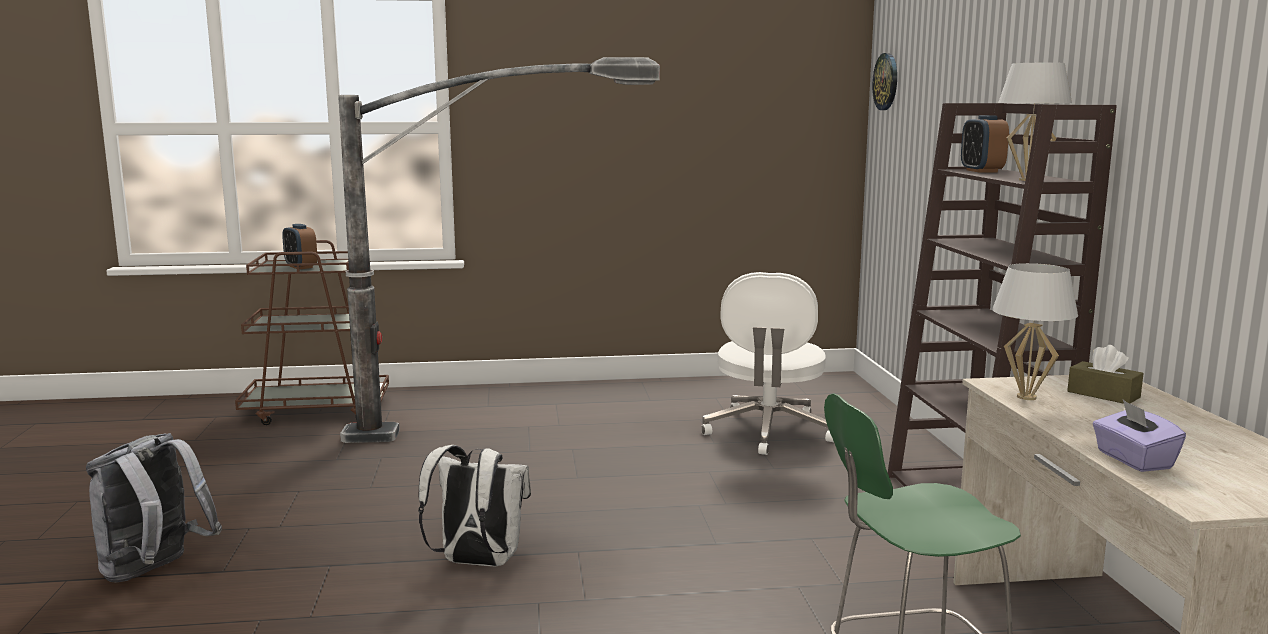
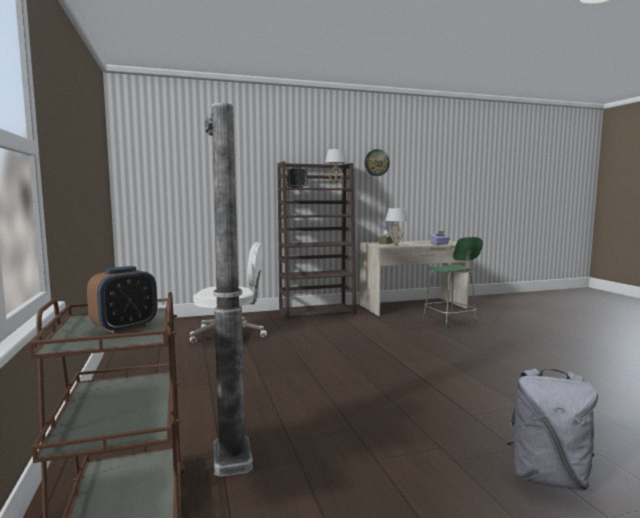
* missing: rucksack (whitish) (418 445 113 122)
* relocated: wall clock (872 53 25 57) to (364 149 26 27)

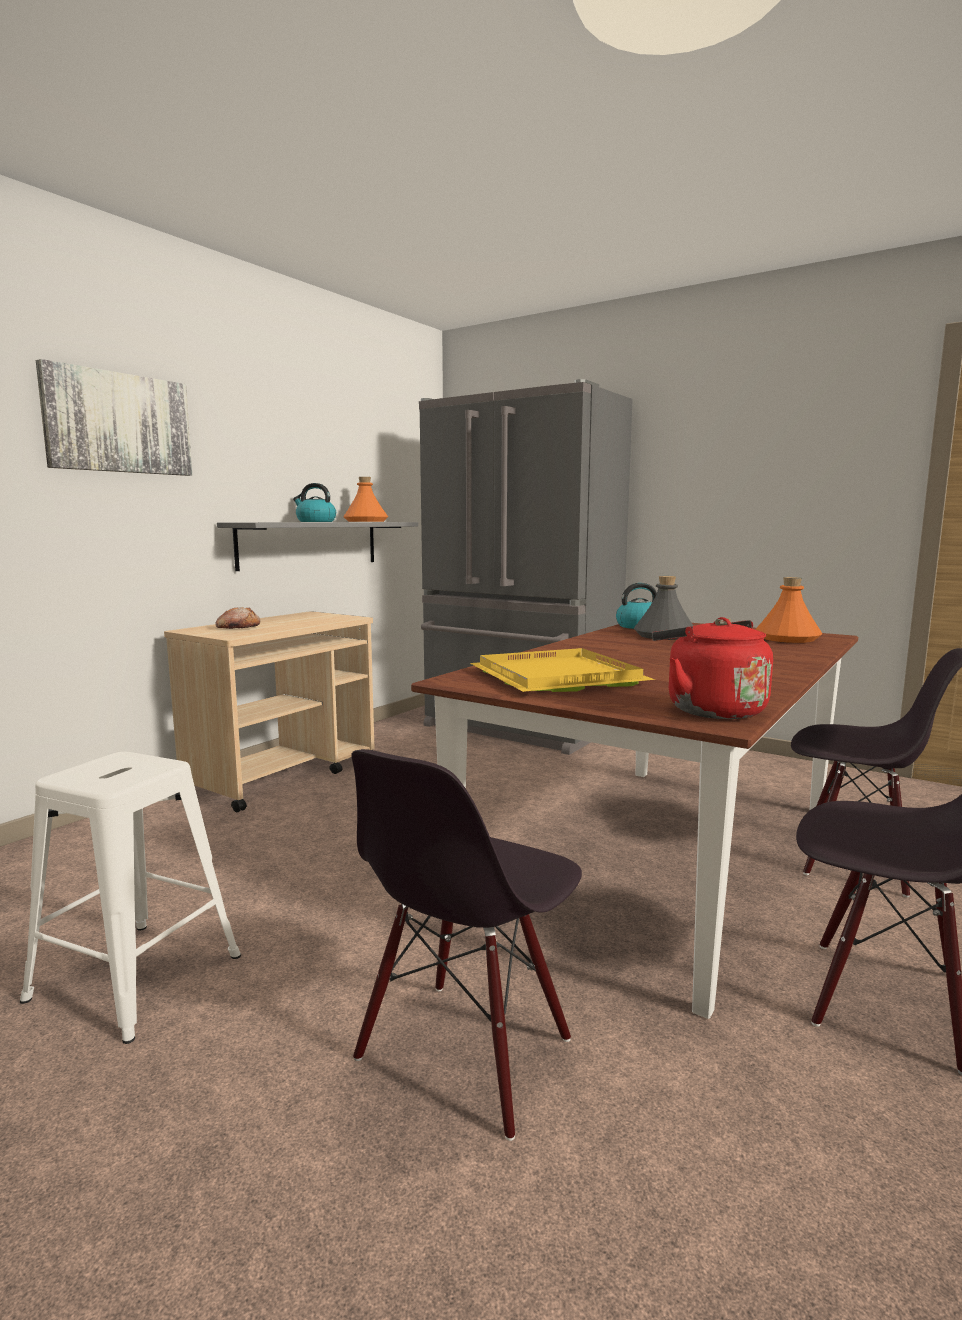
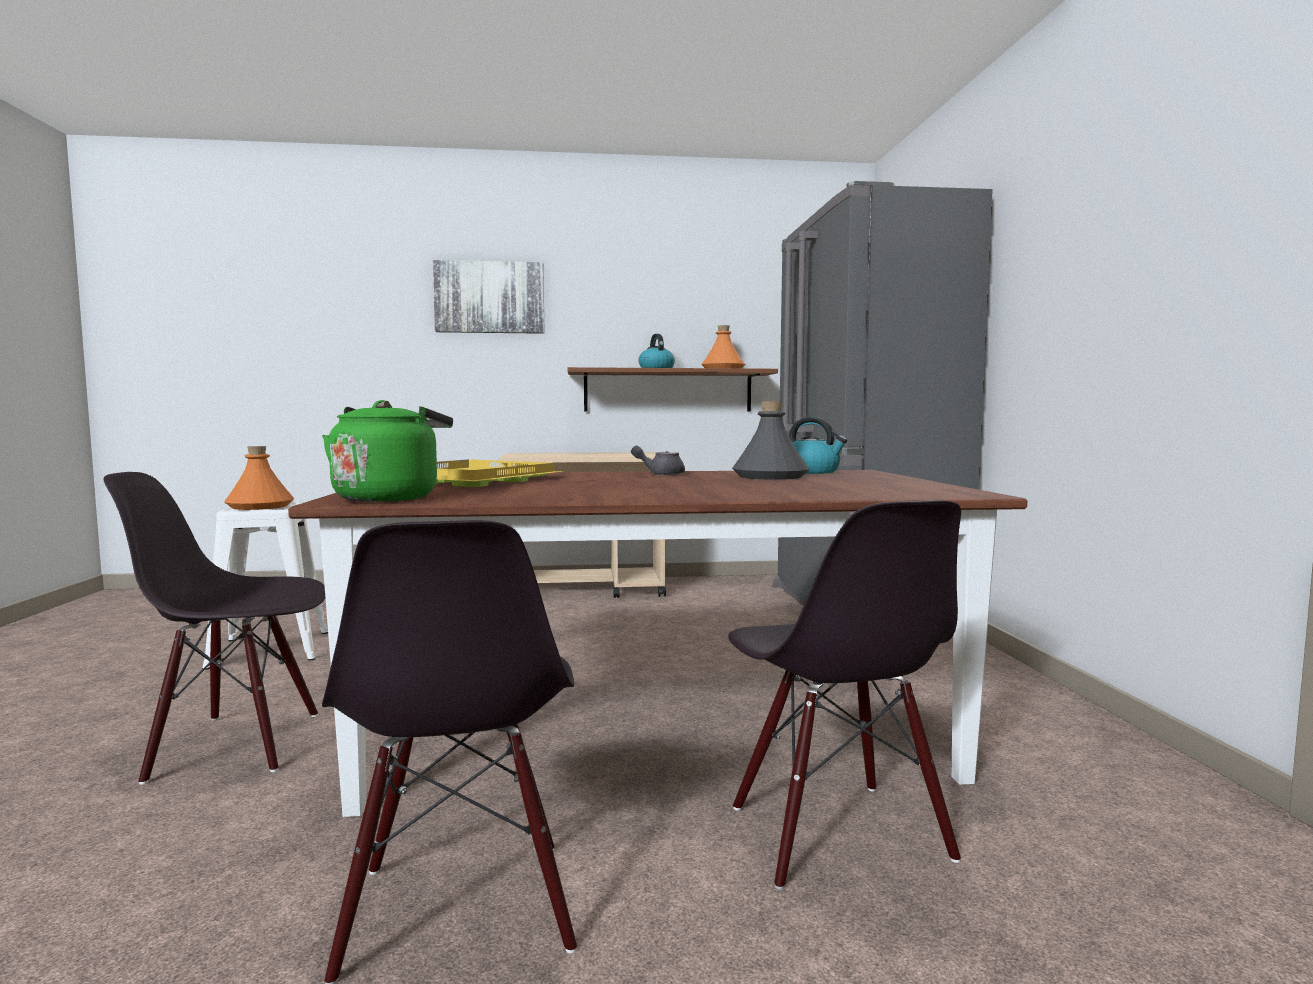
* missing: bread (215 607 45 22)
* appeared: teapot (greyish) (631 446 54 30)
* relocated: drink bottle (orangey) (755 577 68 66) to (224 446 70 64)
* colour: shelf (greyish) (217 522 201 49) to shelf (brown) (567 367 211 45)
* colour: kettle (reddish) (652 617 121 102) to kettle (green-coloured) (322 400 131 102)

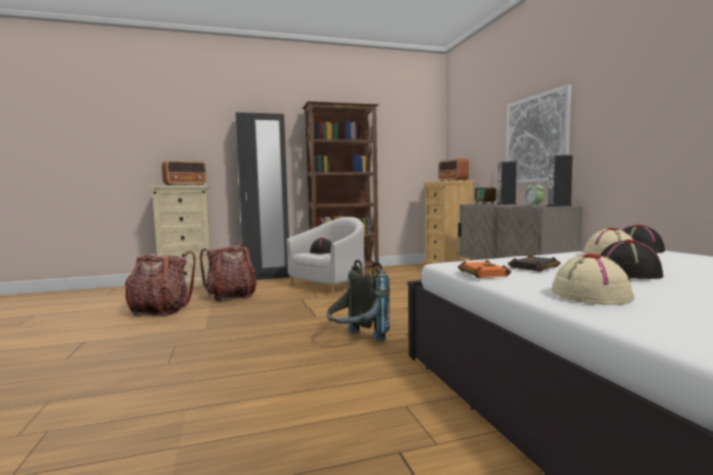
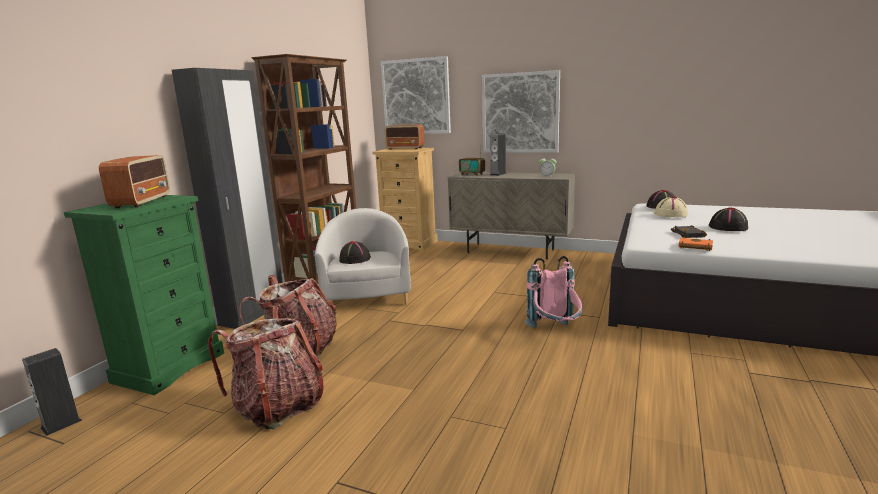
* missing: wearable hat (beige-coloured) (552 254 83 51)
* appeared: picture (381 56 70 78)
* relocated: loudspeaker (547 155 26 52) to (22 348 60 88)
* colour: dresser (beige-coloured) (149 185 63 103) to dresser (green-coloured) (64 195 160 200)
* colour: rucksack (greyish) (327 260 63 82) to rucksack (pink-coloured) (524 256 59 72)

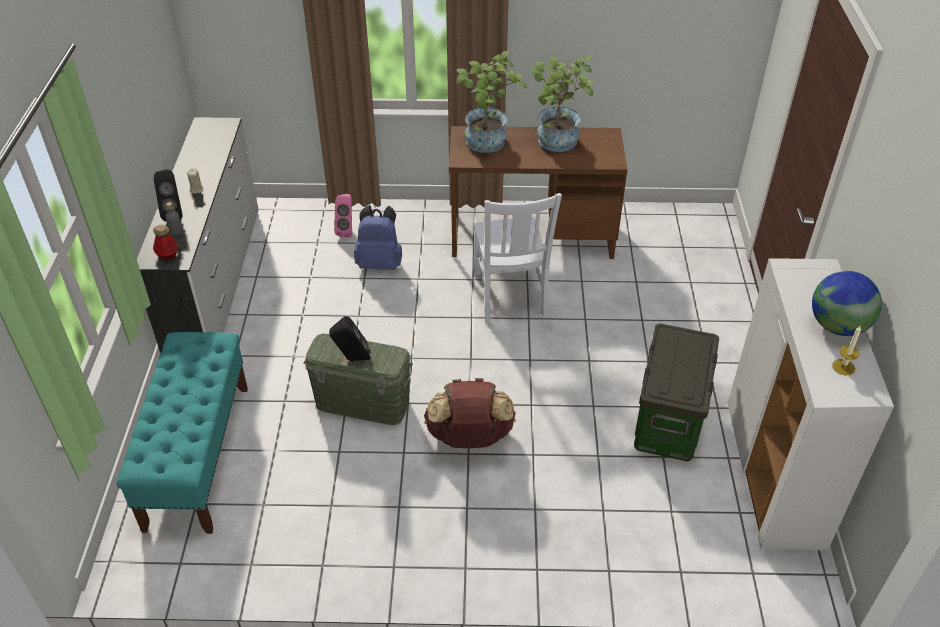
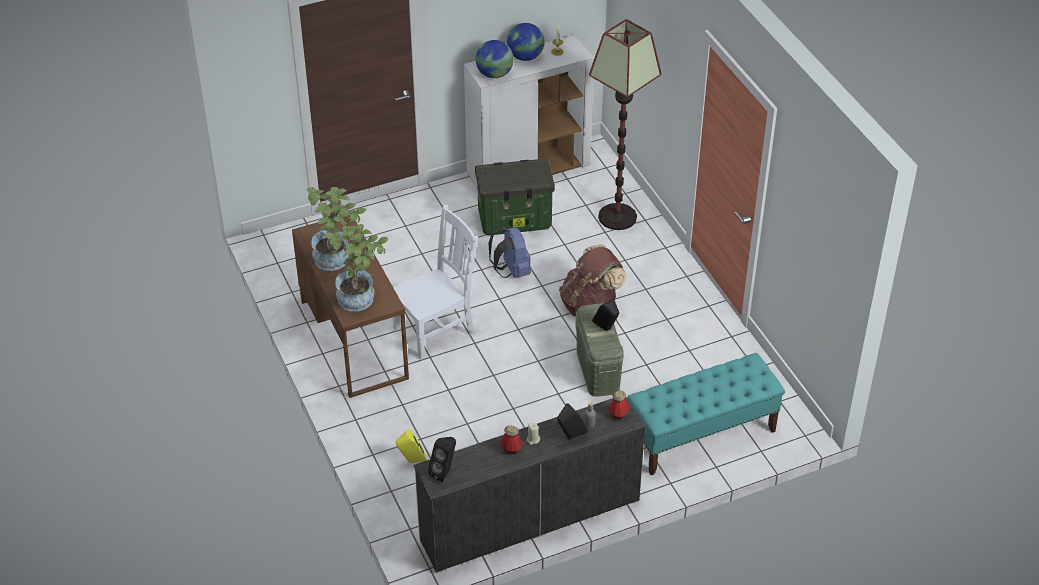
* appeared: loudspeaker (black-coloured) (428 437 28 45)
* appeared: desk globe (476 40 38 38)
* appeared: drink bottle (500 426 23 28)
* appeared: standing lamp (589 19 73 211)
* relocated: rucksack (blue) (354 205 48 65) to (488 228 43 50)
* colour: loudspeaker (pink-coloured) (334 194 18 43) to loudspeaker (yellowish) (396 430 31 33)

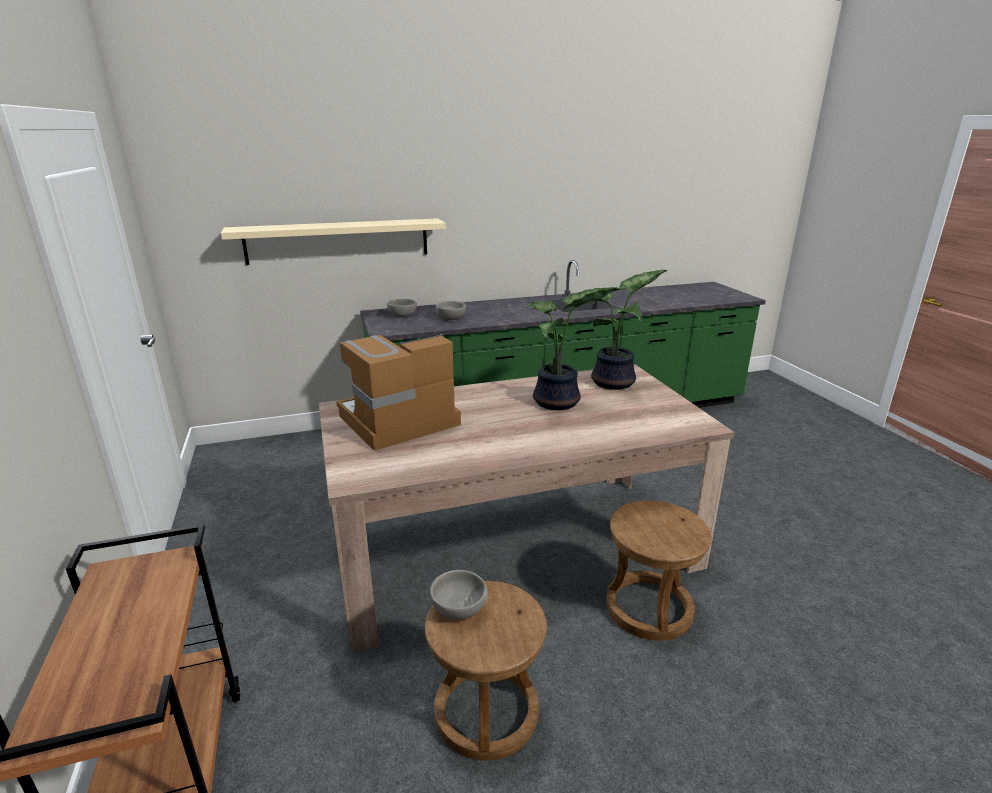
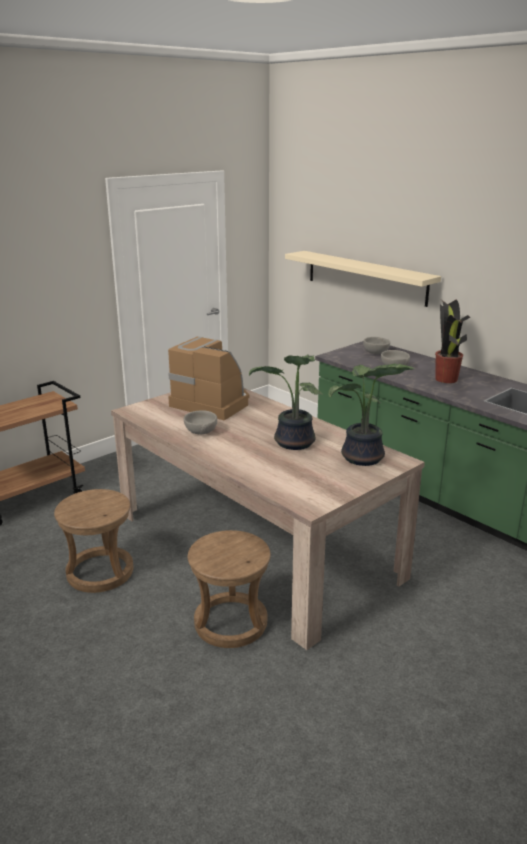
* appeared: houseplant (435 300 35 83)
* relocated: deep dish (greyish) (430 570 58 50) to (183 410 34 24)

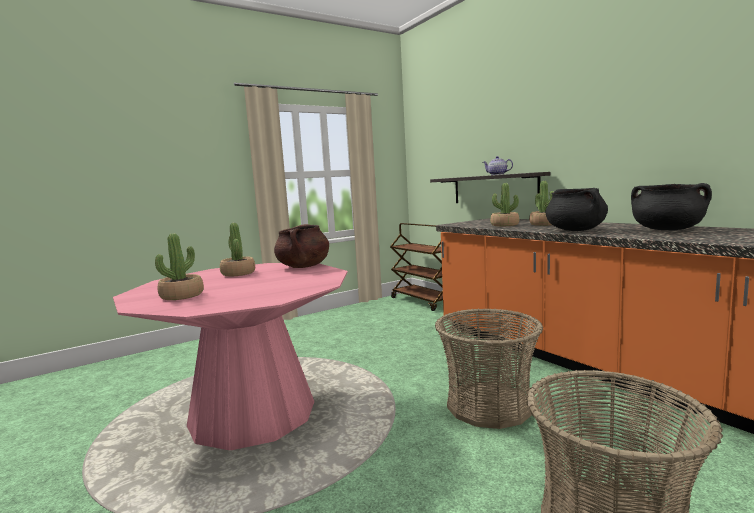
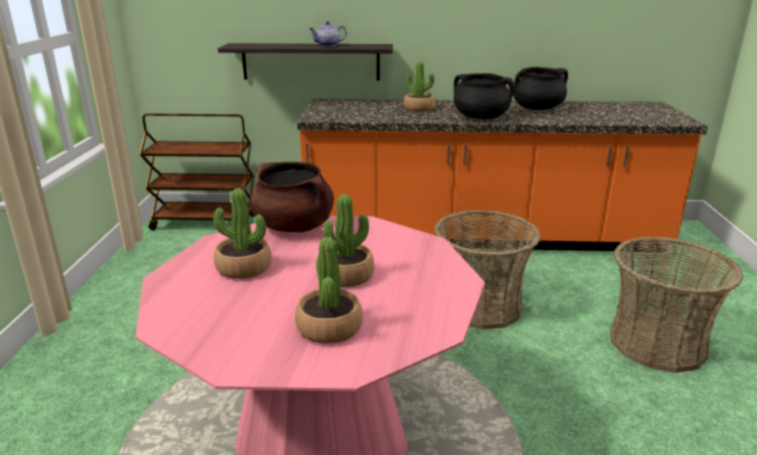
* relocated: houseplant (490 183 29 43) to (317 194 57 93)

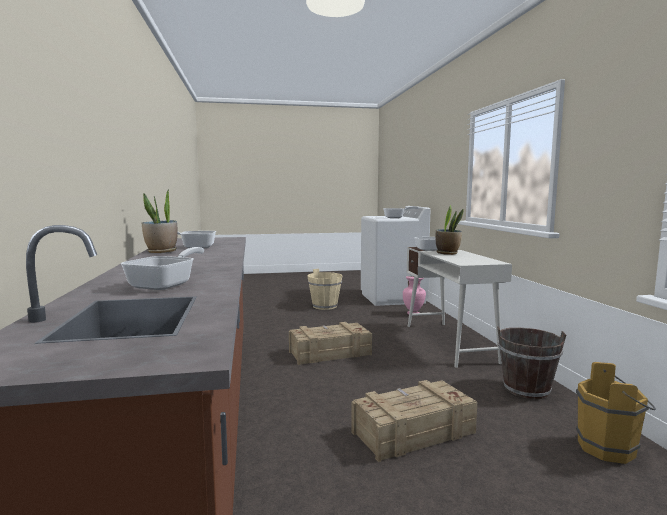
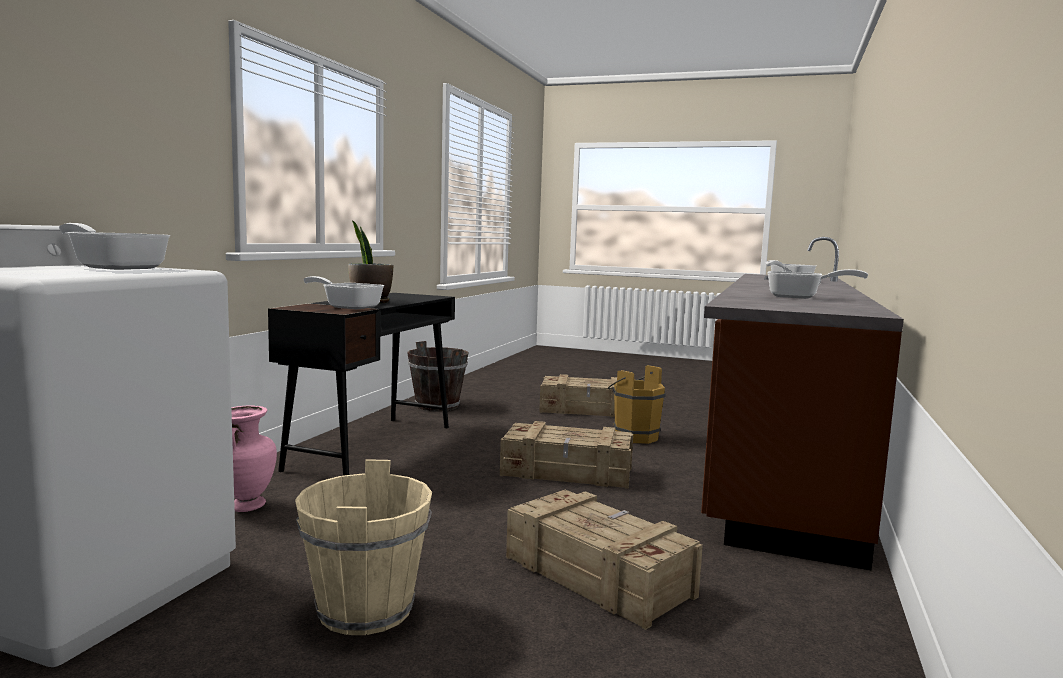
* missing: houseplant (141 189 37 64)
* appeared: shipping crate (506 490 197 140)
* relocated: water bucket (brown) (576 362 80 102) to (608 365 58 79)
* colour: desk (whitish) (407 247 105 121) to desk (black-coloured) (268 293 187 183)

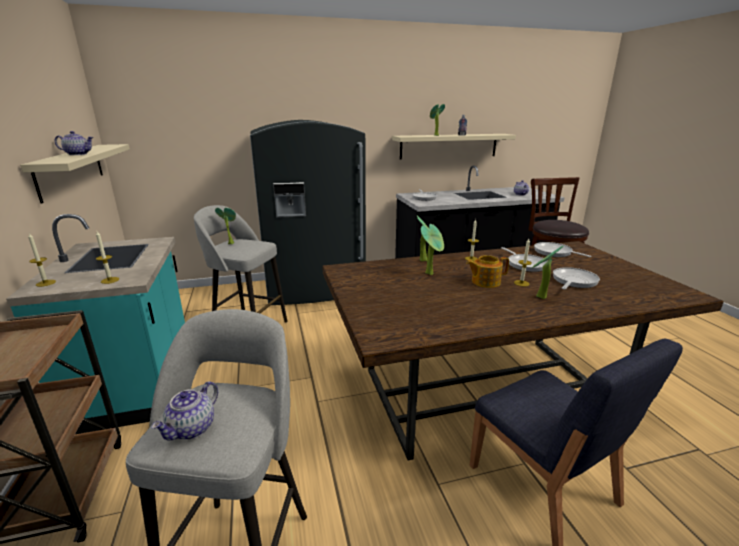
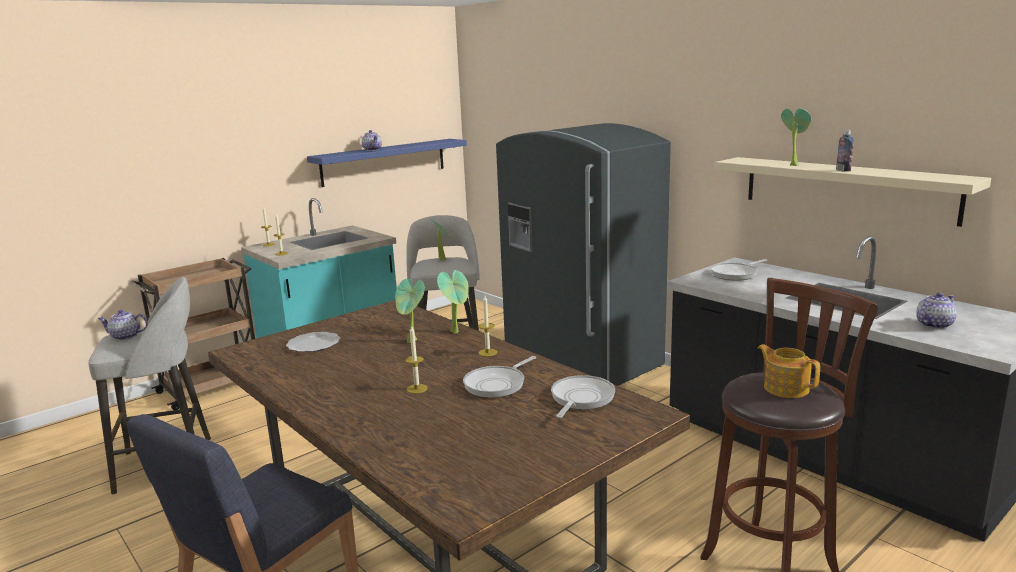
* missing: houseplant (532 246 32 53)
* missing: pan (553 267 47 22)
* appeared: dinner plate (286 332 54 20)
* relocated: teapot (466 255 43 33) to (758 344 62 54)
* colour: shelf (beige-coloured) (20 144 110 59) to shelf (blue) (307 139 160 48)

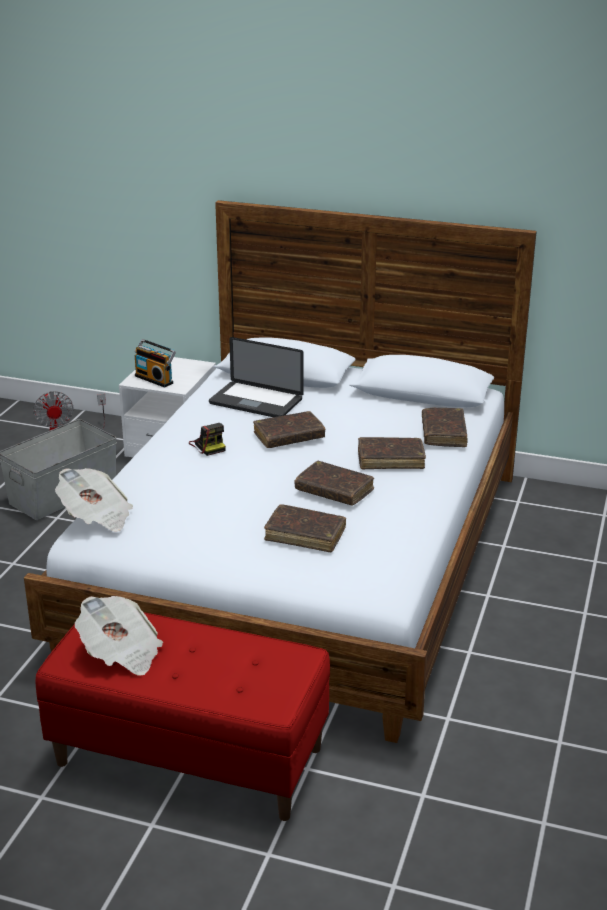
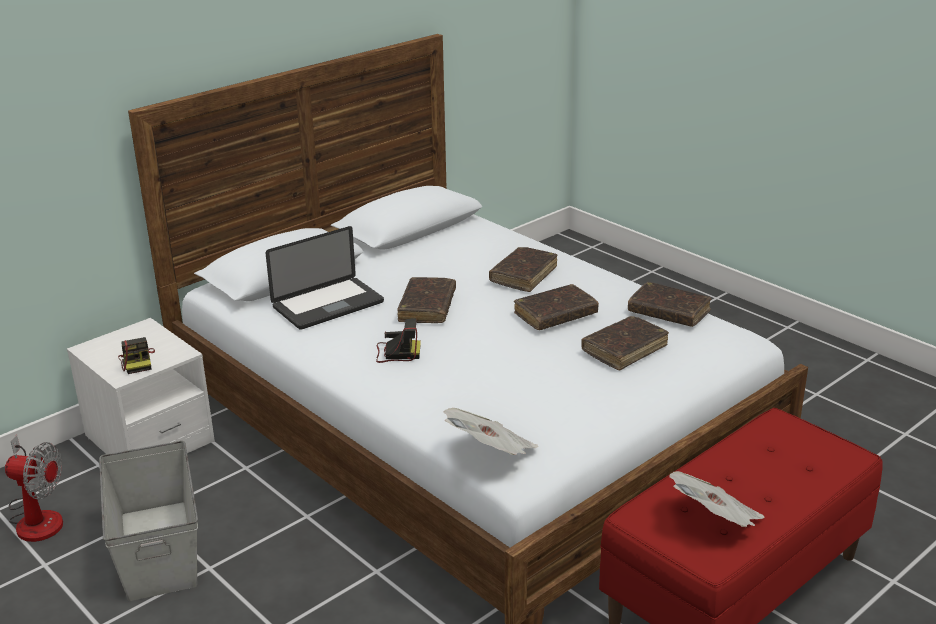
* relocated: volume (brown) (422 407 46 40) to (628 282 83 45)
* exchanged: radio (135 339 41 49) to still camera (118 337 37 37)

